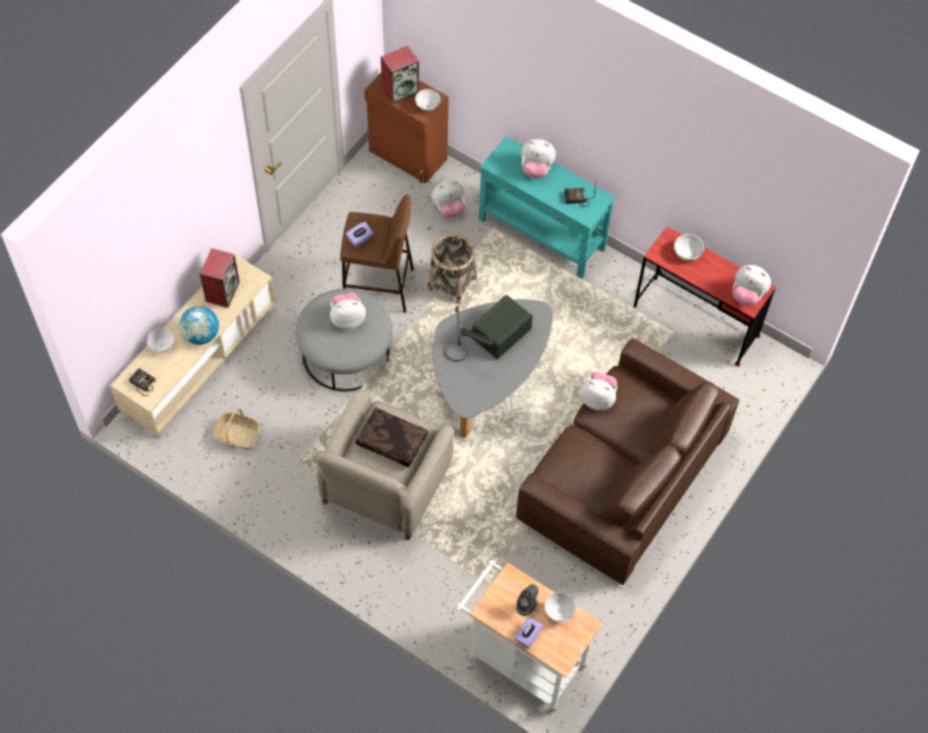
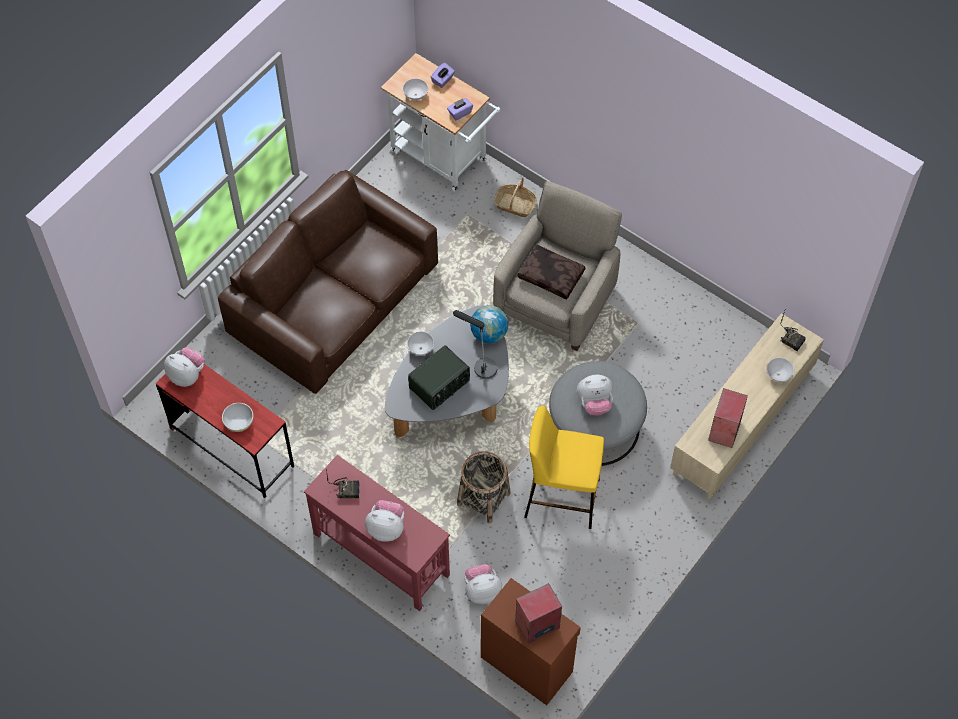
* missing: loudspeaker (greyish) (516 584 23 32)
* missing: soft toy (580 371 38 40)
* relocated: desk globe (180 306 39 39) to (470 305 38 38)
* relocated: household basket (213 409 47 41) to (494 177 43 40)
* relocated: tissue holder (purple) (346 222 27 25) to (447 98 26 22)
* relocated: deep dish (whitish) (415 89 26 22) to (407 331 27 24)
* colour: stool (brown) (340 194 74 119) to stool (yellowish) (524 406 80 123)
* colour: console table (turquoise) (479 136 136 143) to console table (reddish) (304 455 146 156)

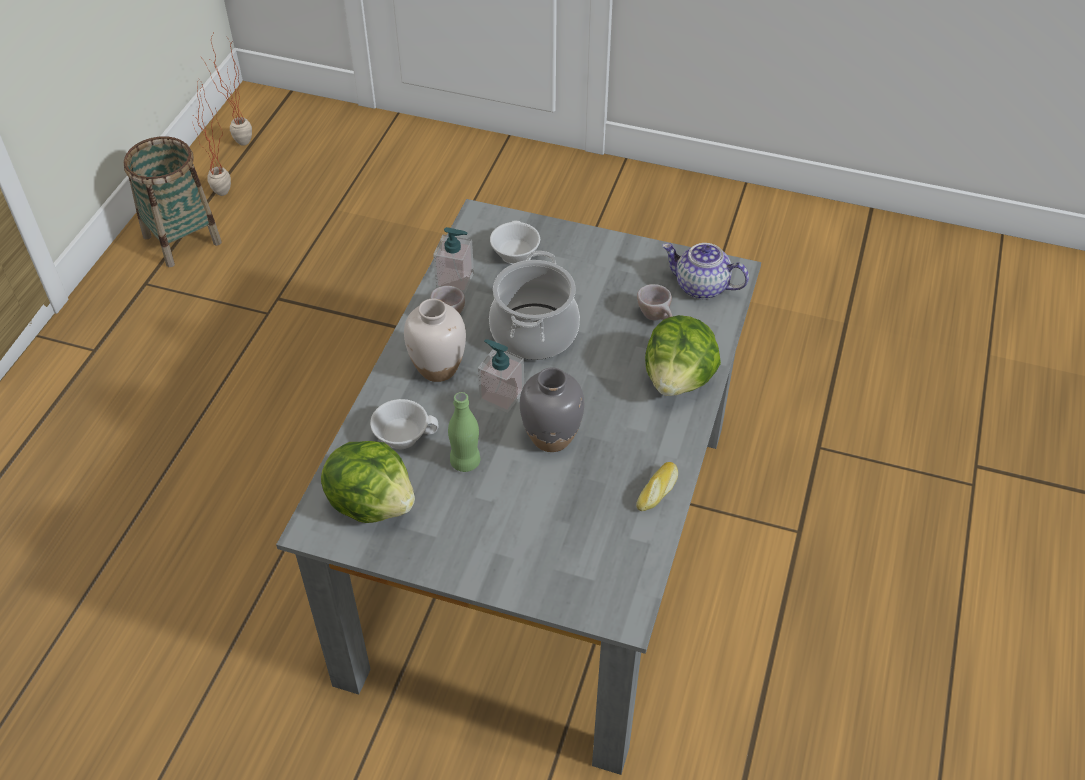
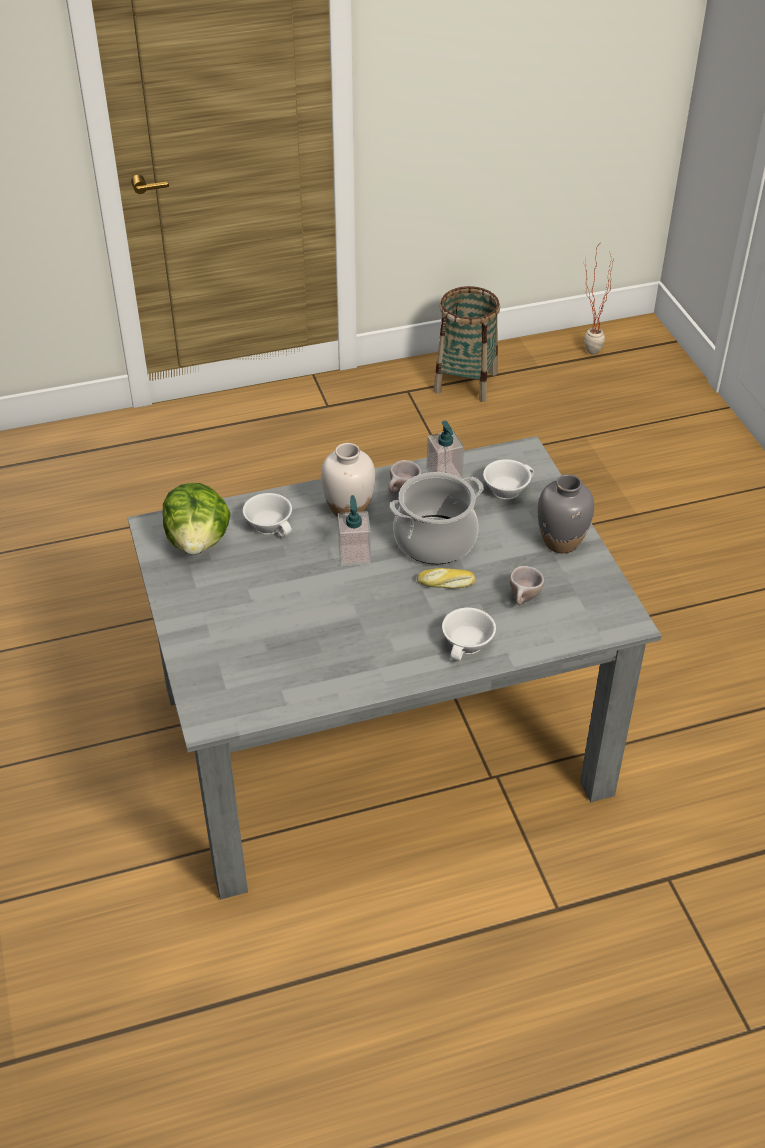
* missing: houseplant (192 82 39 114)
* missing: drink bottle (green-coloured) (448 392 32 80)
* missing: teapot (662 243 87 56)
* relocated: flower vase (greyish) (520 367 64 85) to (537 474 57 79)
* relocated: bread (636 462 42 49) to (417 568 58 20)
* exchanged: head of lettuce (645 315 76 81) to cup (whitish) (442 608 54 53)

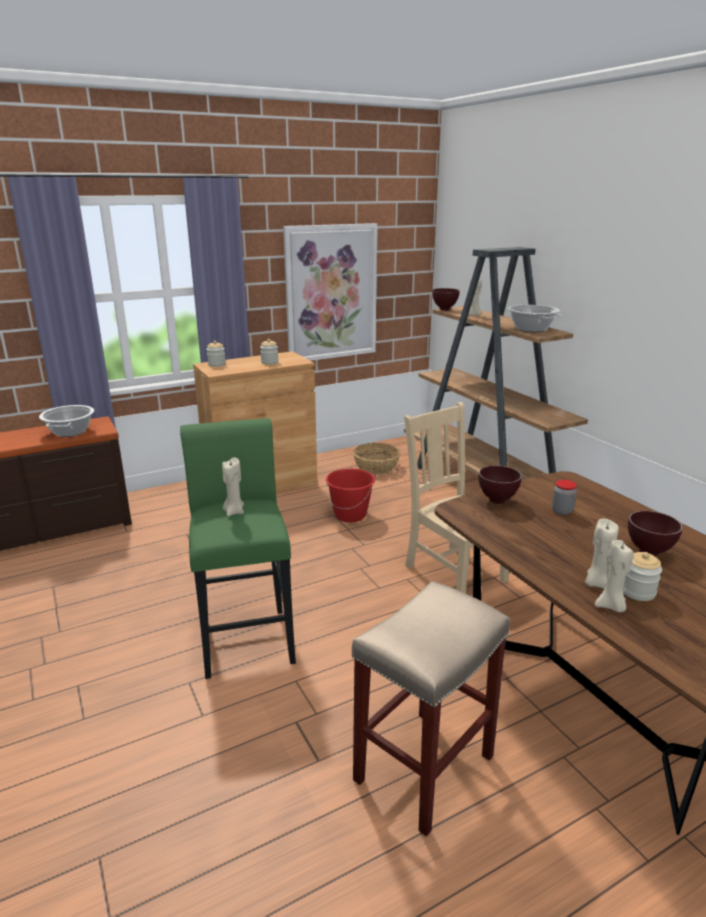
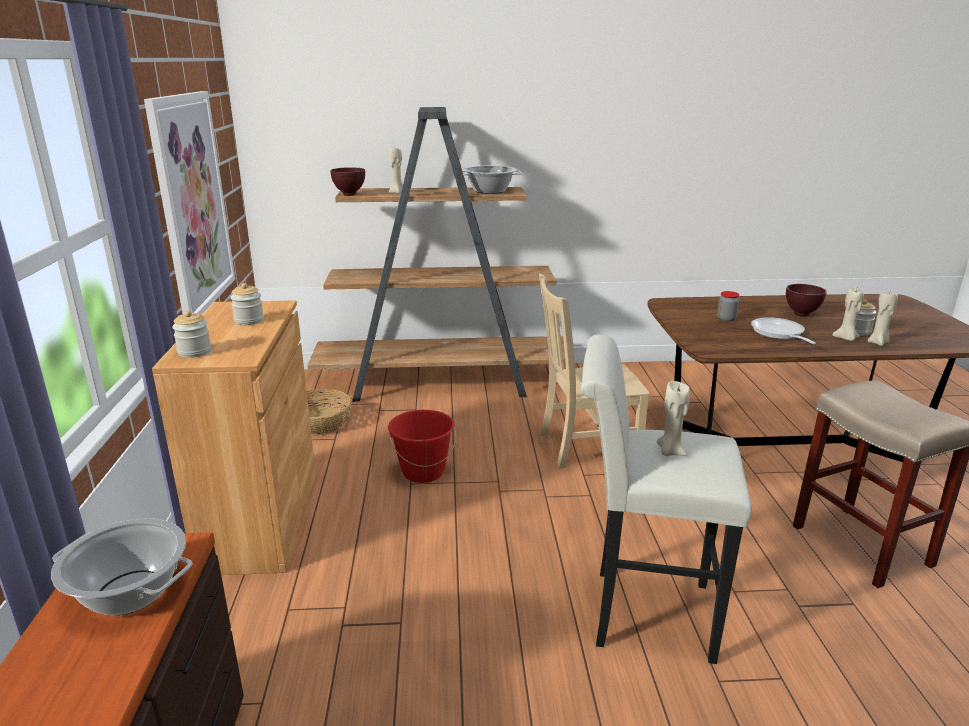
* missing: deep dish (brown) (478 465 44 39)
* appeared: pan (751 317 65 27)
* colour: stool (green-coloured) (180 418 116 261) to stool (whitish) (581 335 171 329)

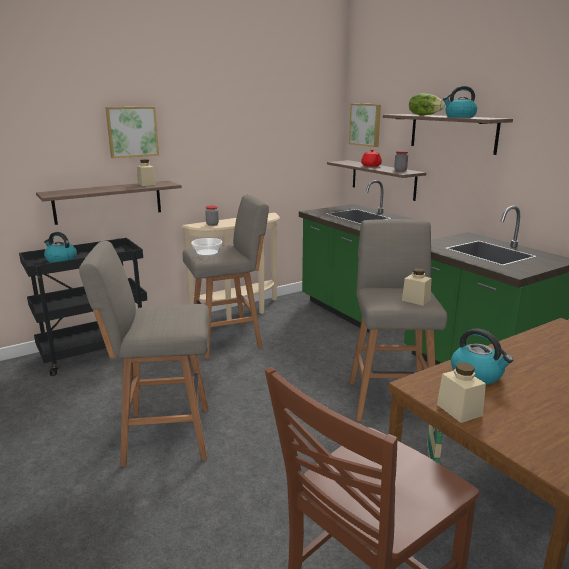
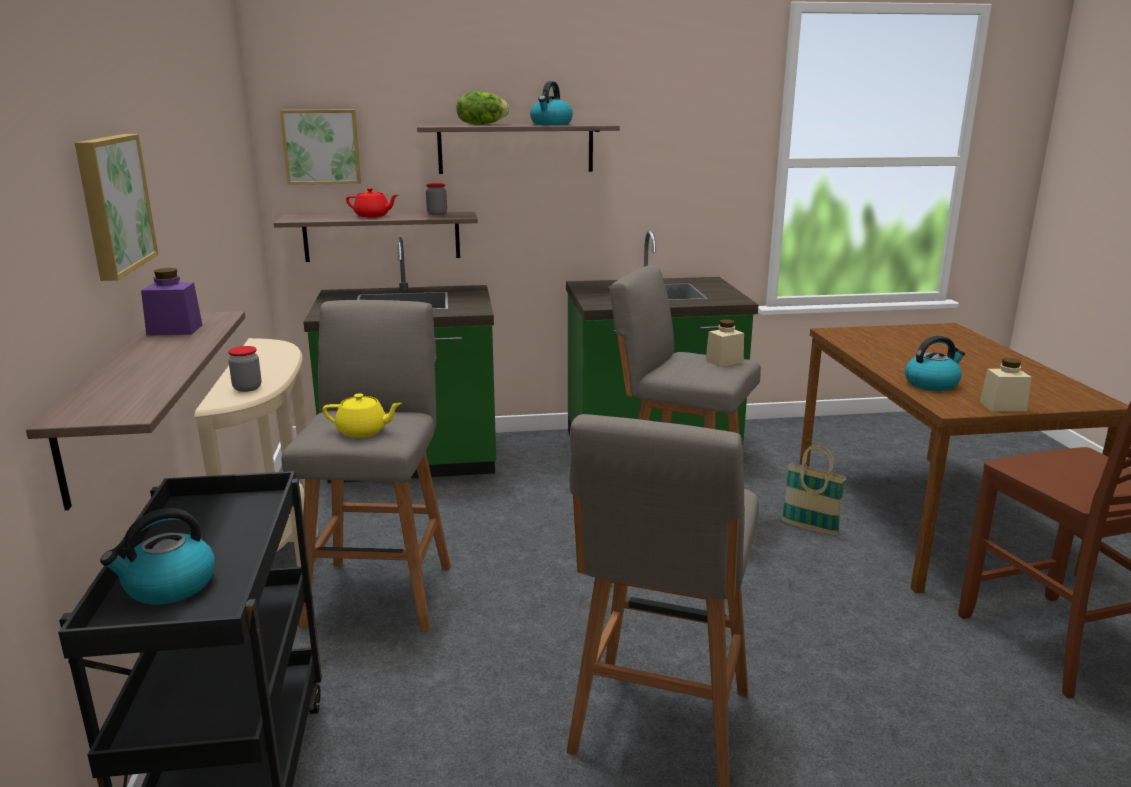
* exchanged: deep dish (191 238 31 18) to teapot (yellowish) (323 393 79 45)
* colour: jar (beige-coloured) (137 159 19 27) to jar (purple) (141 268 61 68)

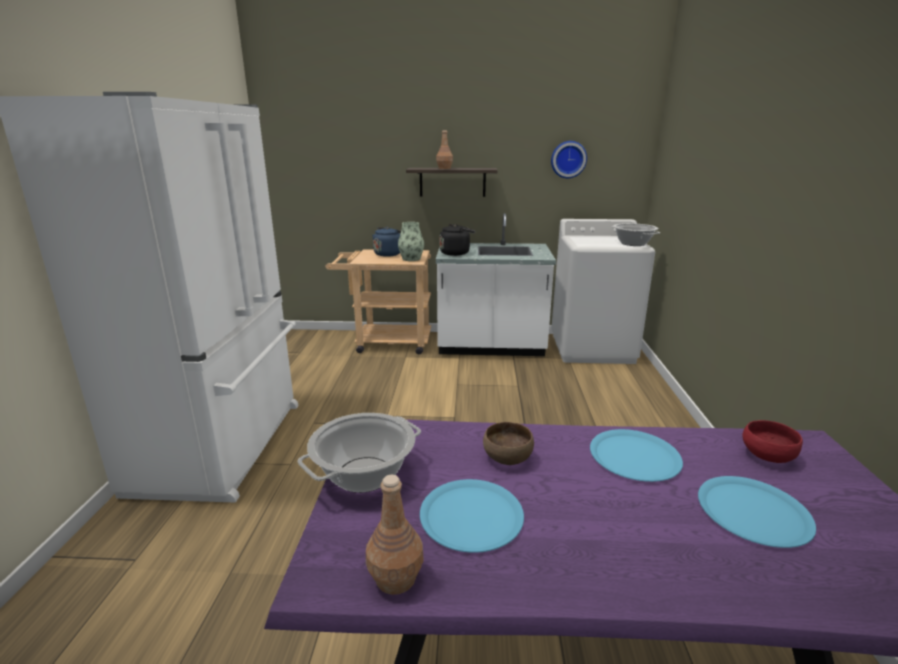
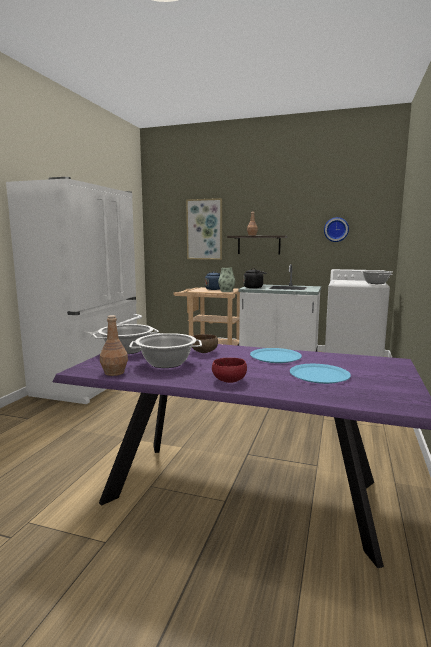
* appeared: picture (186 198 36 62)
* relocated: deep dish (reddish) (742 420 61 43) to (212 358 35 25)
* exchanged: dinner plate (blue) (420 479 104 74) to stockpot (129 333 73 35)

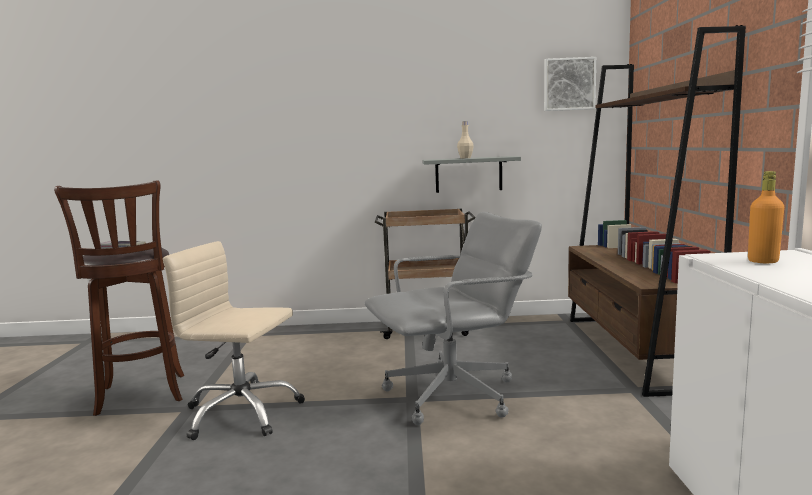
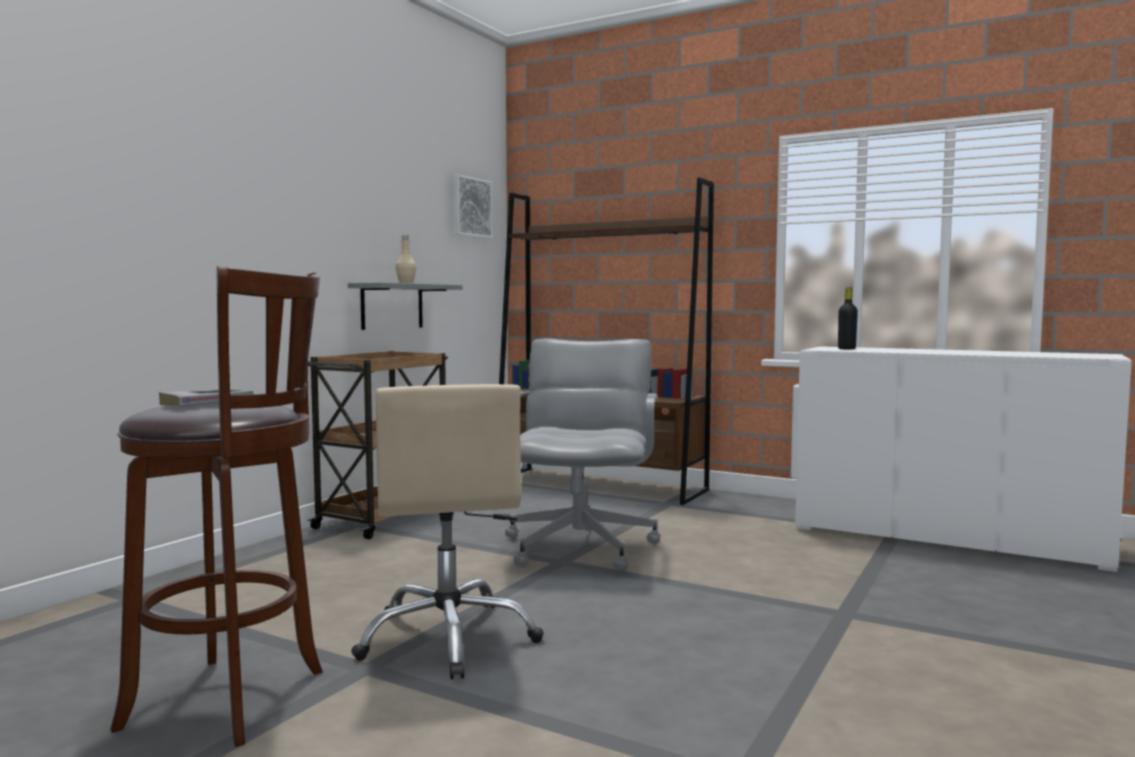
* colour: drink bottle (orangey) (748 171 36 92) to drink bottle (black-coloured) (838 287 20 62)
* spun: computer chair (beige-coloured) (163 241 142 199) = (351 384 193 296) 60 degrees counterclockwise

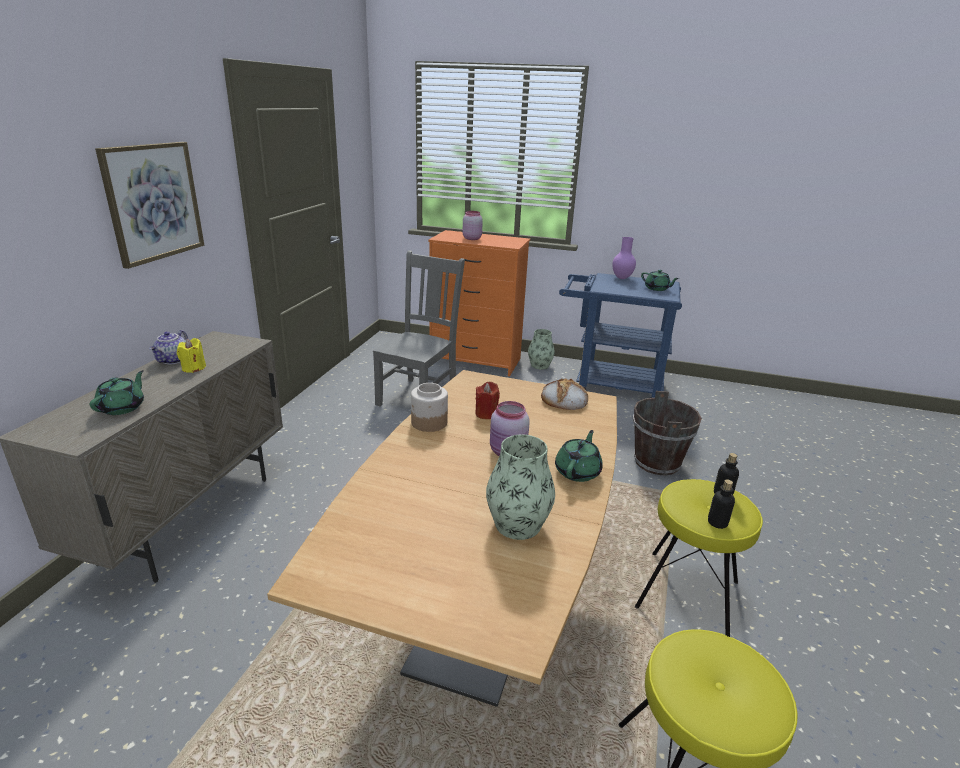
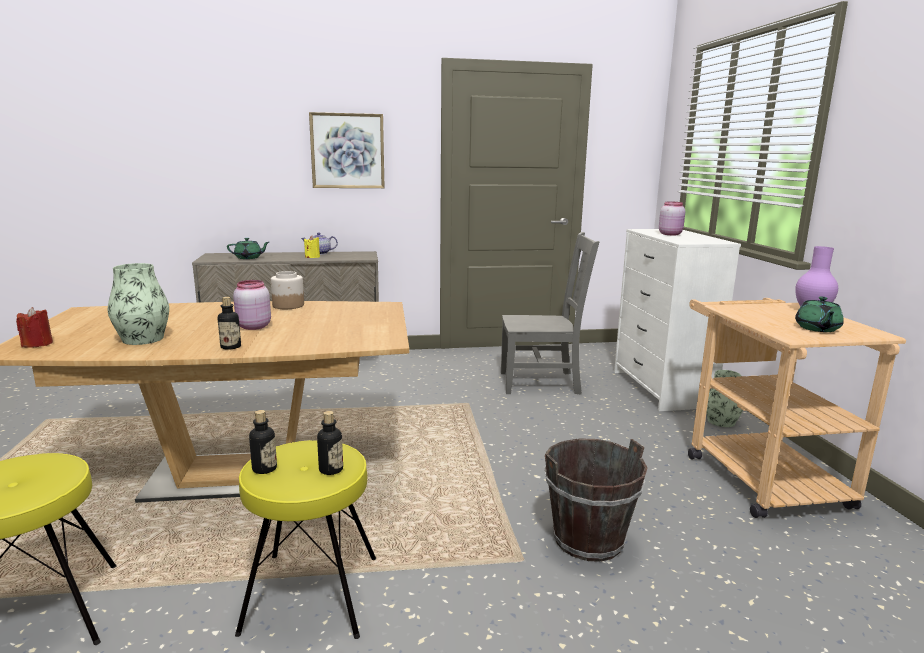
* missing: bread (541 378 47 32)
* relocated: candle (reddish) (475 382 25 37) to (16 307 37 41)
* exchanged: teapot (green-coloured) (555 430 48 52) to drink bottle (218 297 23 53)
* colour: dresser (orangey) (428 230 102 146) to dresser (whitish) (614 229 127 182)
* colour: cart (blue) (559 273 123 125) to cart (beige-coloured) (688 298 218 220)

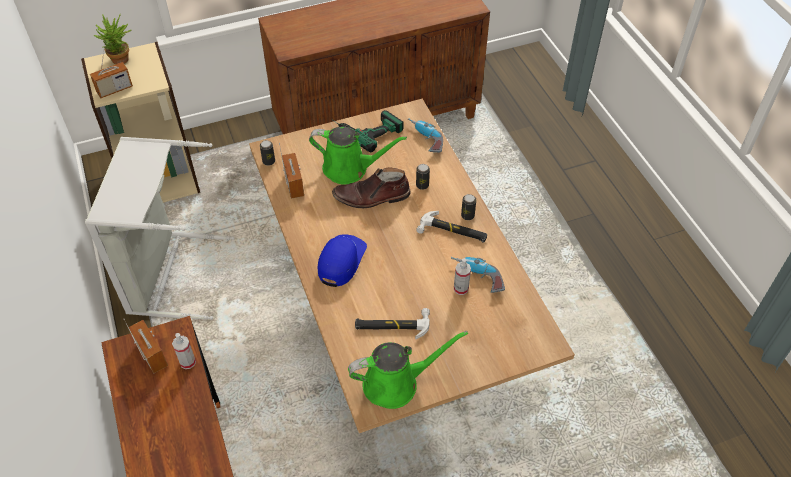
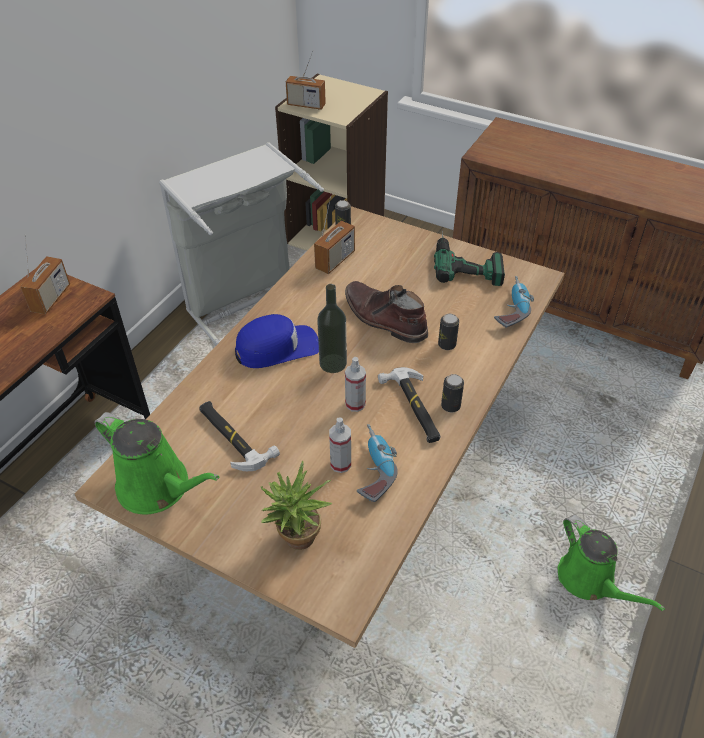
* appeared: drink bottle (317 284 30 89)
* relocated: houseplant (94 13 38 51) to (261 461 72 89)
* relocated: spray bottle (172 333 24 36) to (345 357 21 55)
* relocated: watering can (green-coloured) (309 127 98 57) to (558 515 107 96)

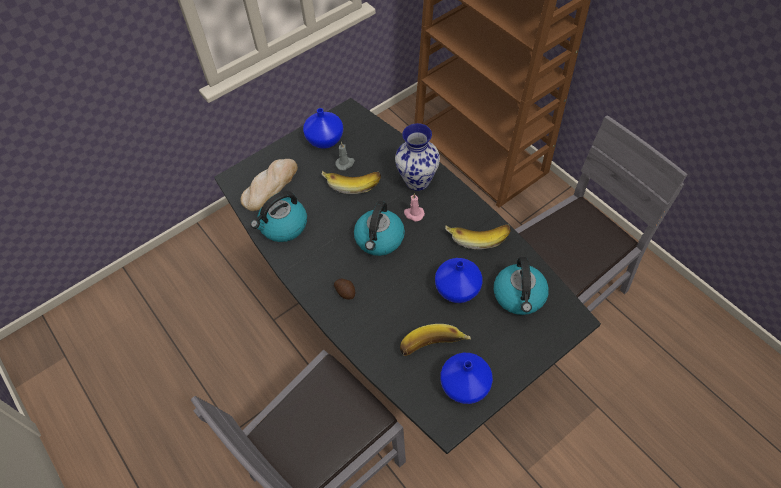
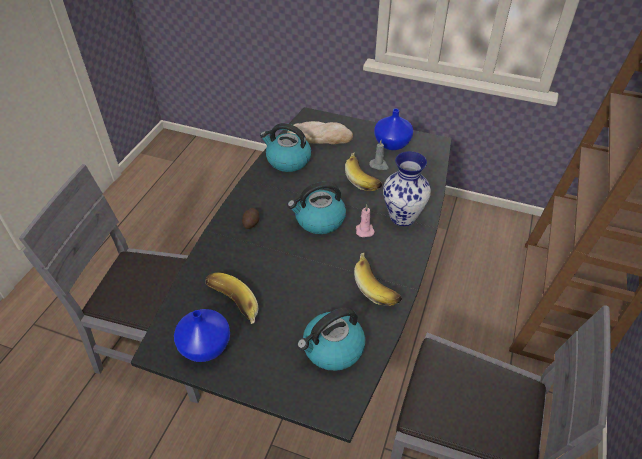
* missing: flower vase (blue) (435 258 48 45)

